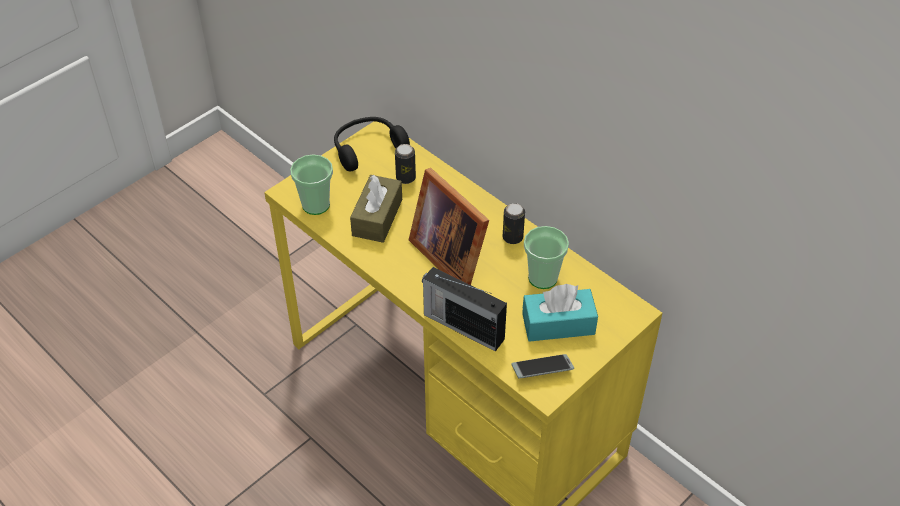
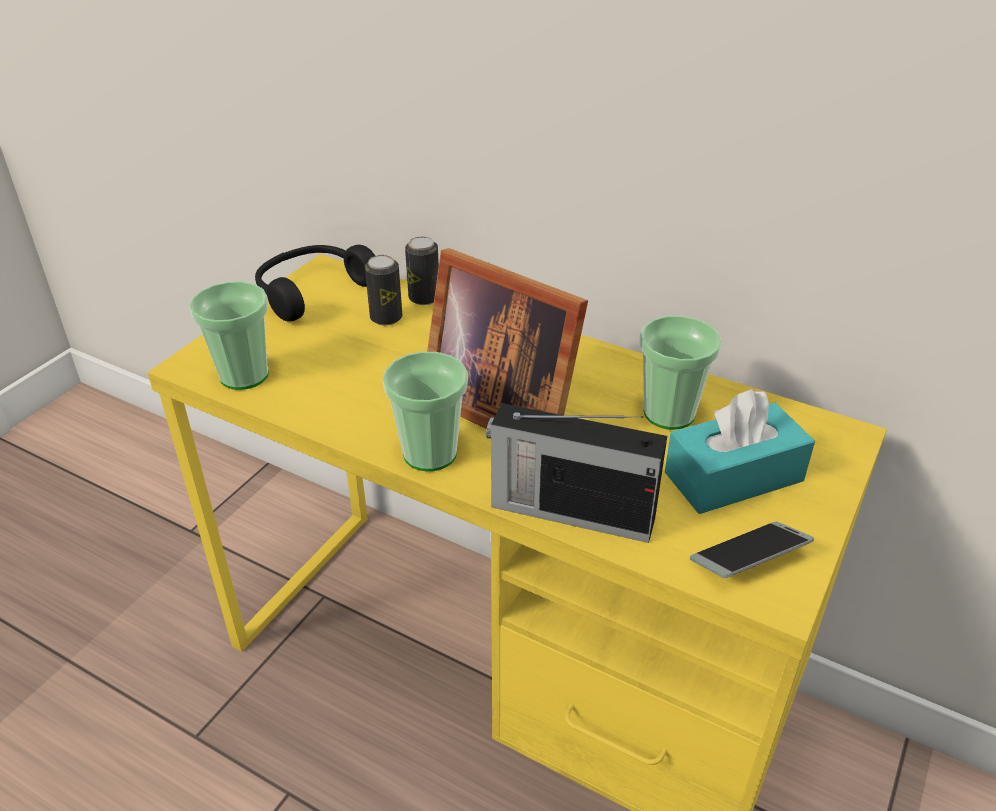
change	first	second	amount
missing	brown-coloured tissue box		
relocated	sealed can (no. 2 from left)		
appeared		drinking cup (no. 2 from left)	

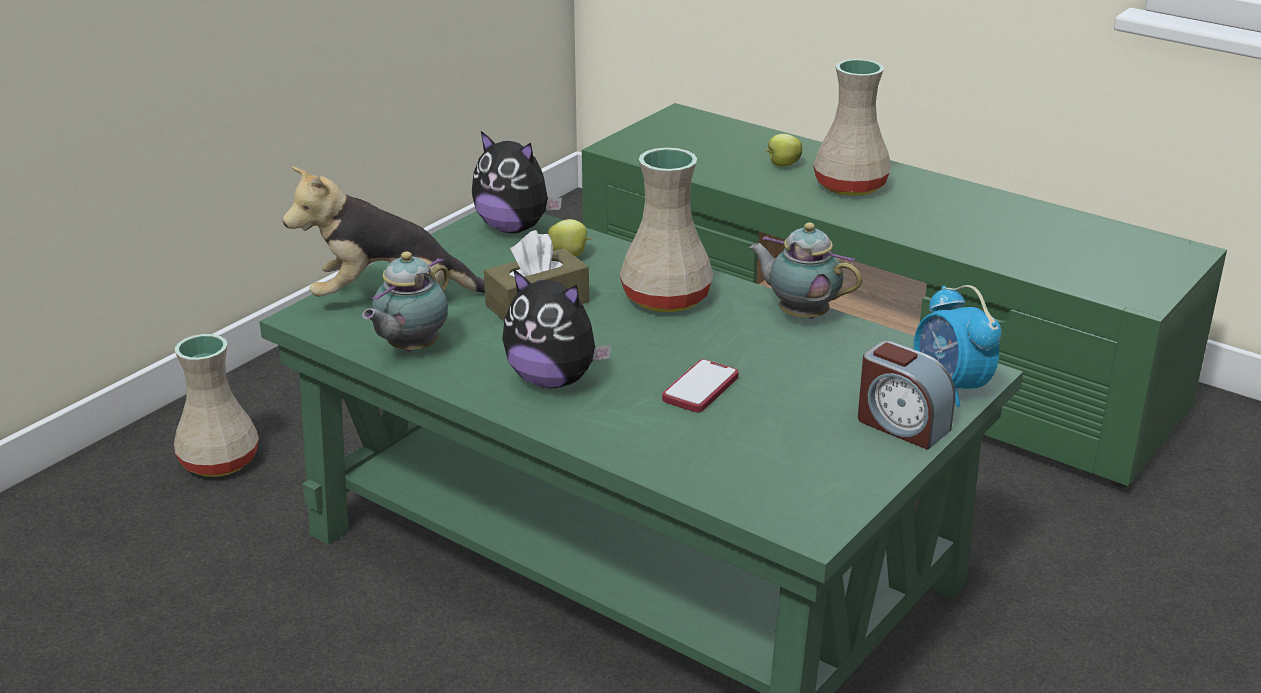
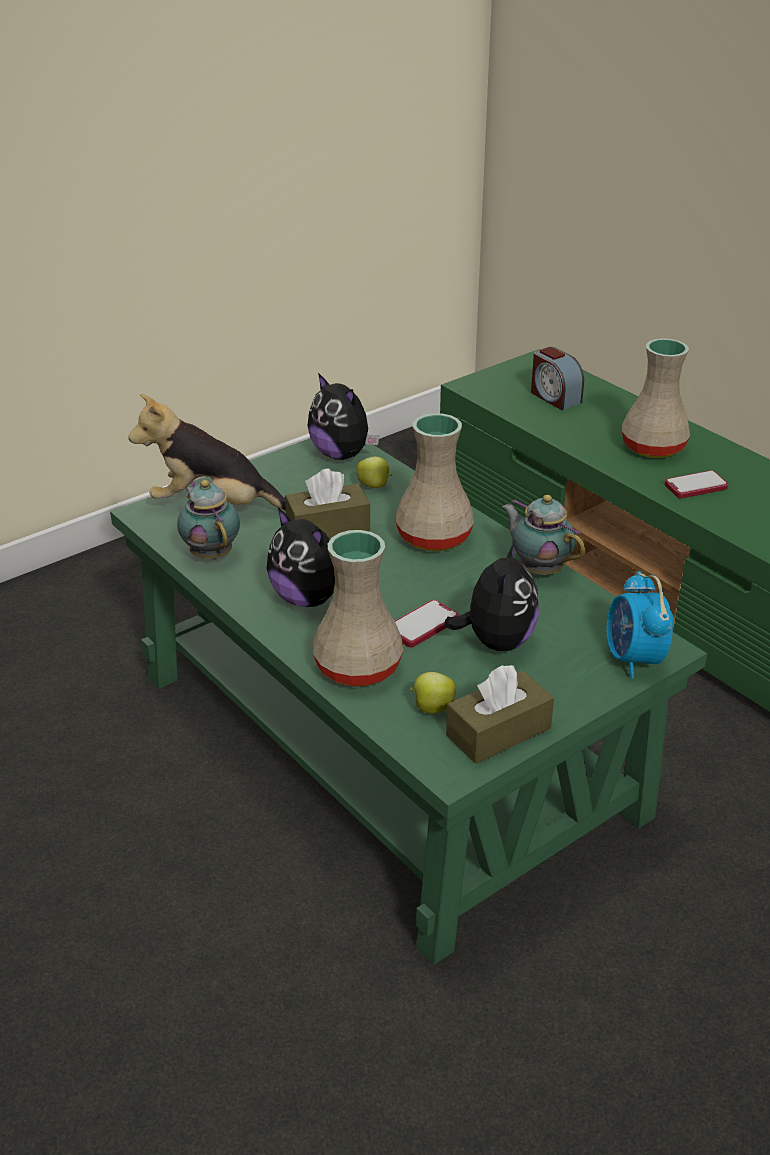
change	first	second	amount
relocated	beige flower vase (no. 1 from left)		
spun	teapot (no. 1 from left)		105 degrees clockwise
relocated	apple (no. 2 from left)		
relocated	table clock (no. 1 from left)		
appeared		soft toy (no. 4 from left)	
appeared		brown-coloured tissue box (no. 2 from left)	
appeared		handset (no. 2 from left)	

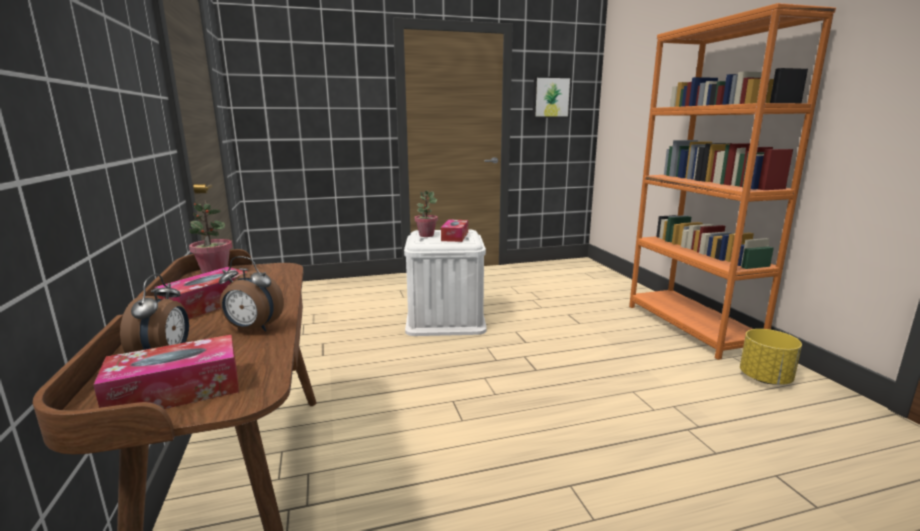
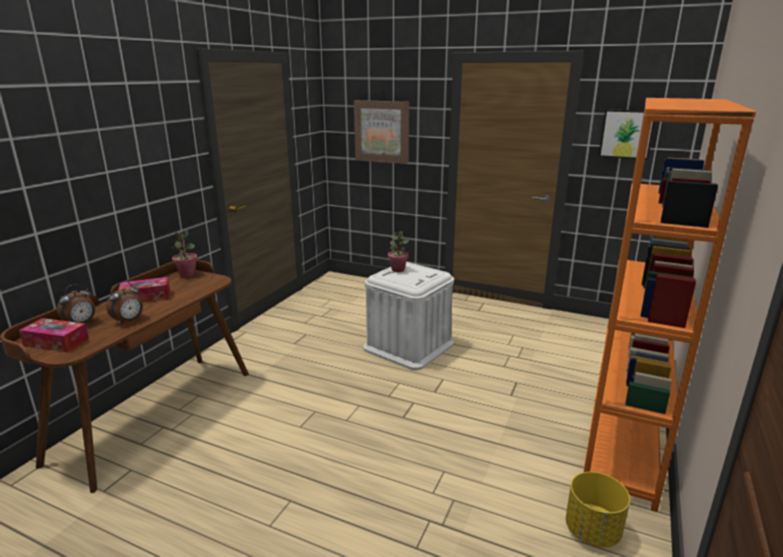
change	first	second	amount
spun	table clock (no. 2 from left)		105 degrees counterclockwise
missing	tissue box (no. 3 from left)		
appeared		picture (no. 1 from left)	

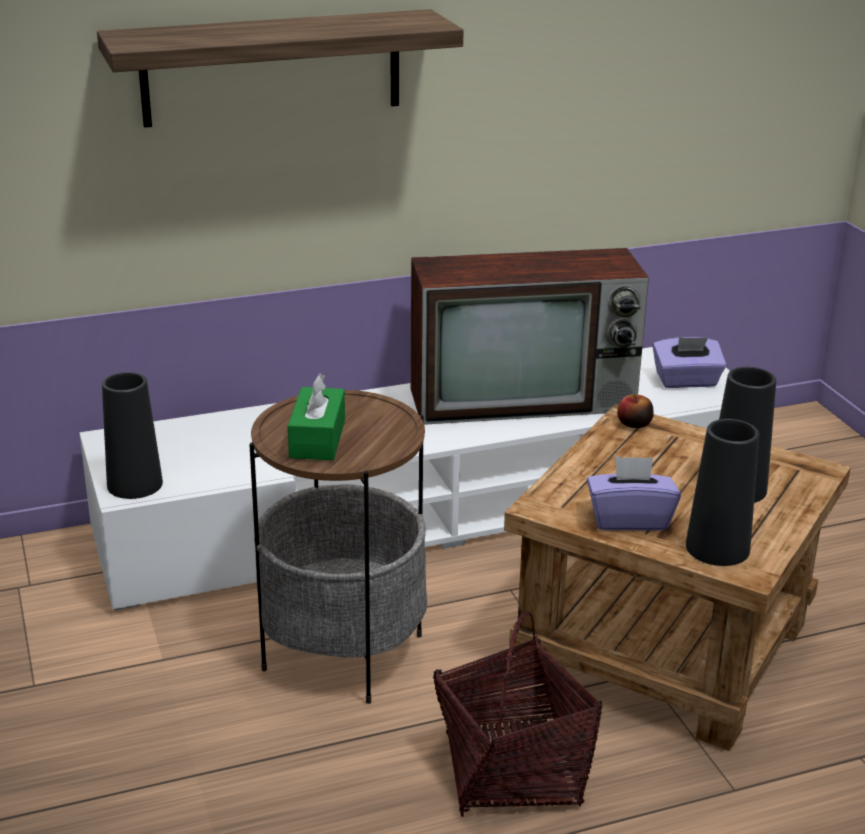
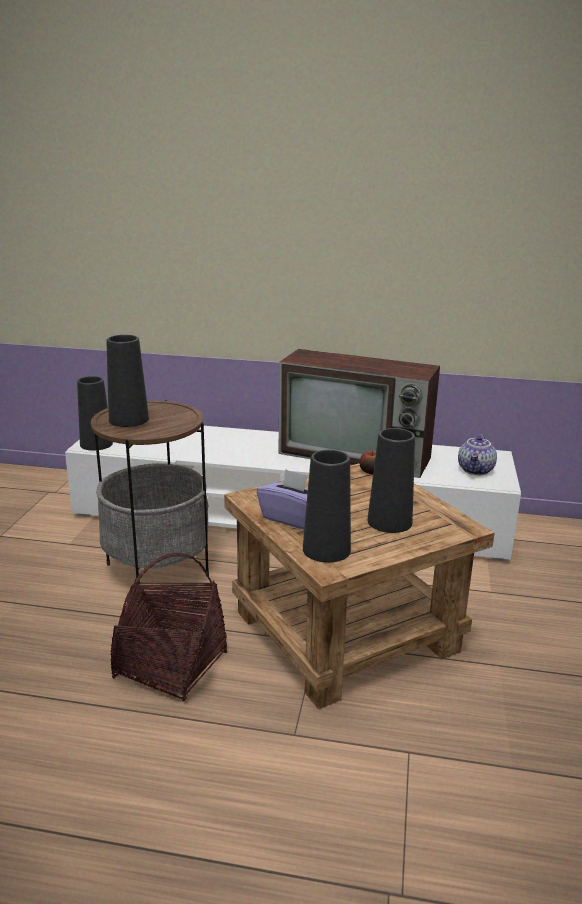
change	first	second	amount
missing	wall shelf		
exchanged	greenish tissue box	blackish flower vase (no. 2 from left)	
exchanged	purple-coloured tissue box (no. 2 from left)	teapot	

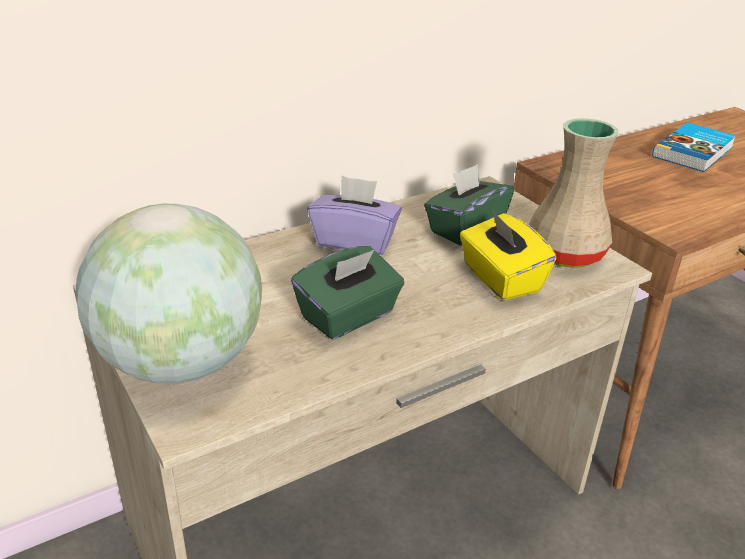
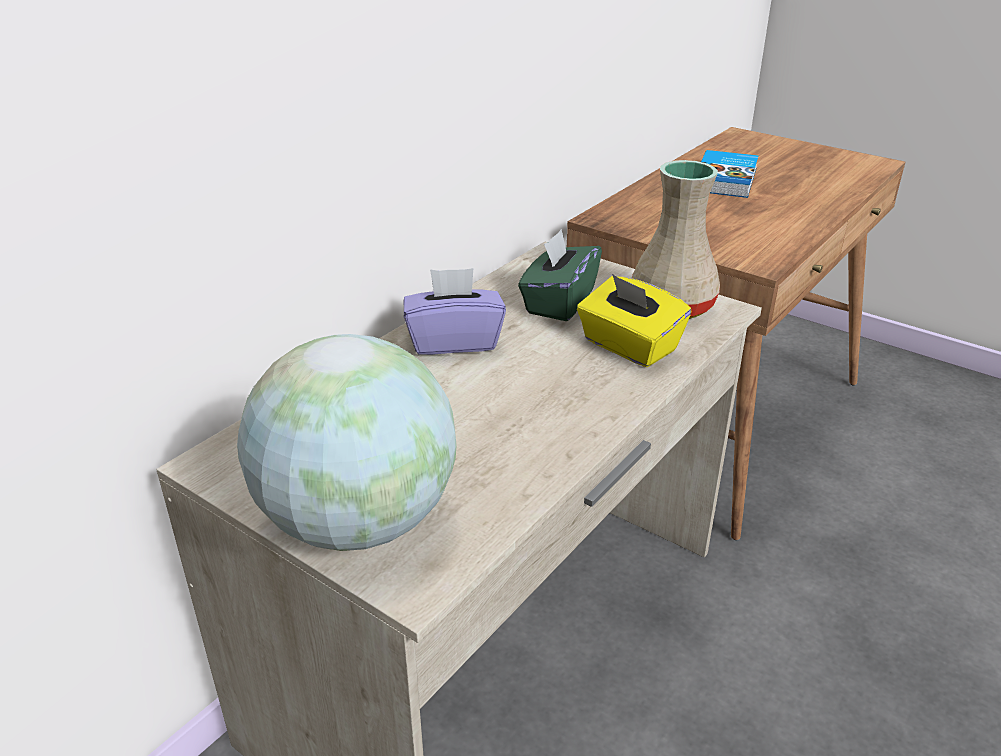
change	first	second	amount
missing	greenish tissue box (no. 1 from left)		

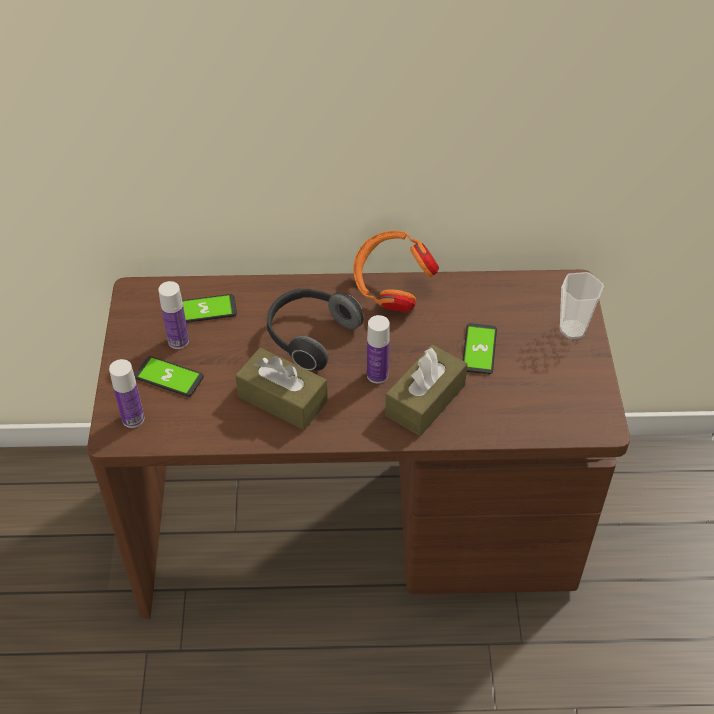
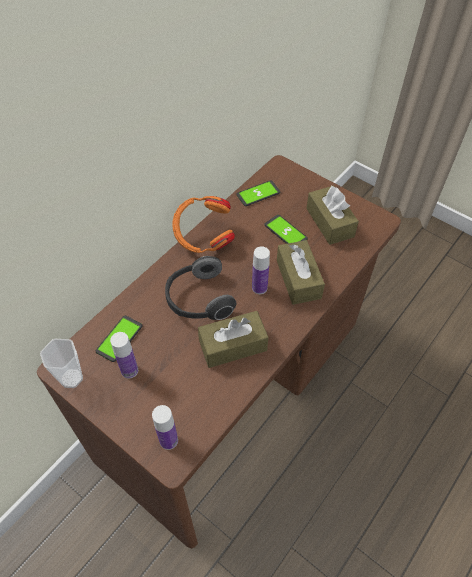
change	first	second	amount
relocated	handset (no. 1 from left in the first image)	handset (no. 2 from left)	
relocated	drinking cup		
appeared		brown-coloured tissue box (no. 3 from left)	

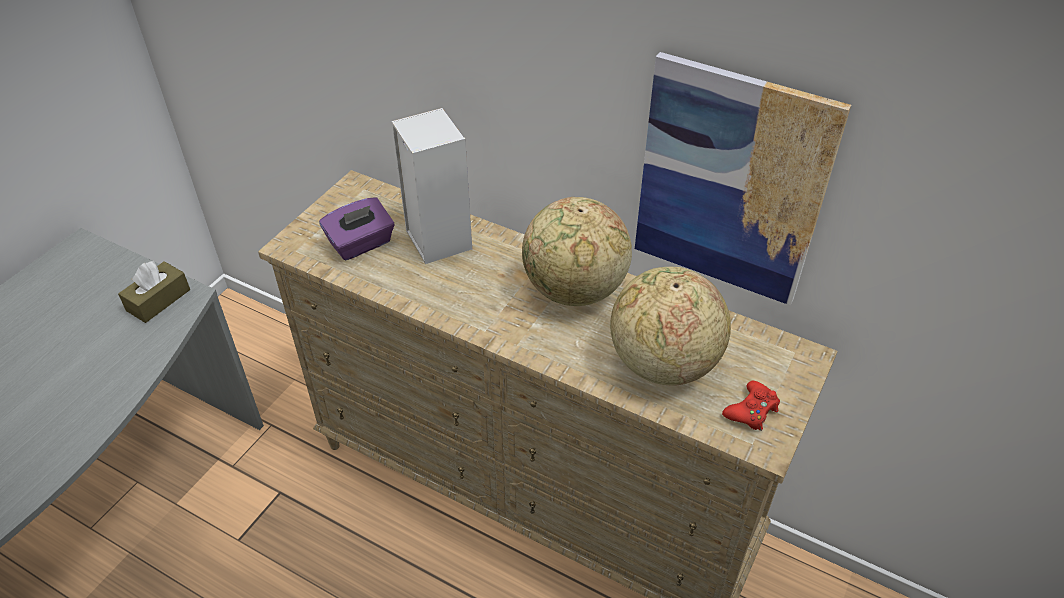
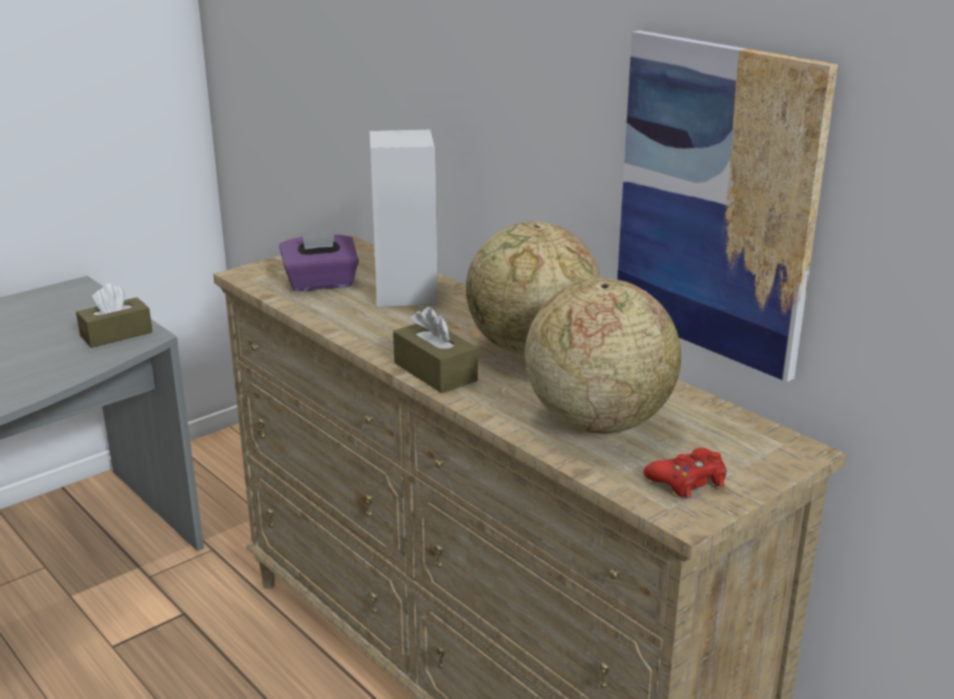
change	first	second	amount
appeared		brown-coloured tissue box (no. 2 from left)	

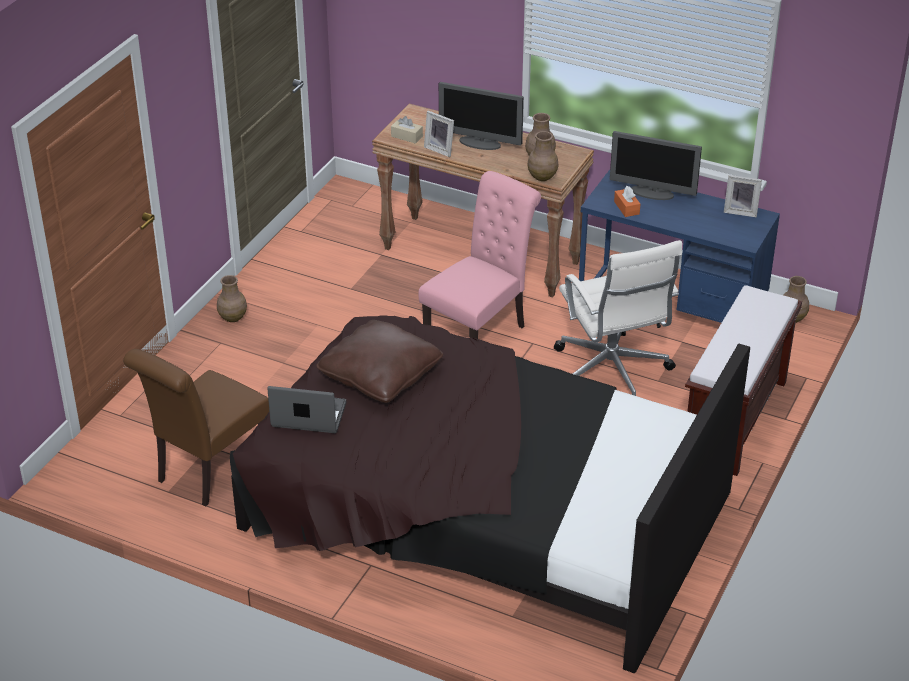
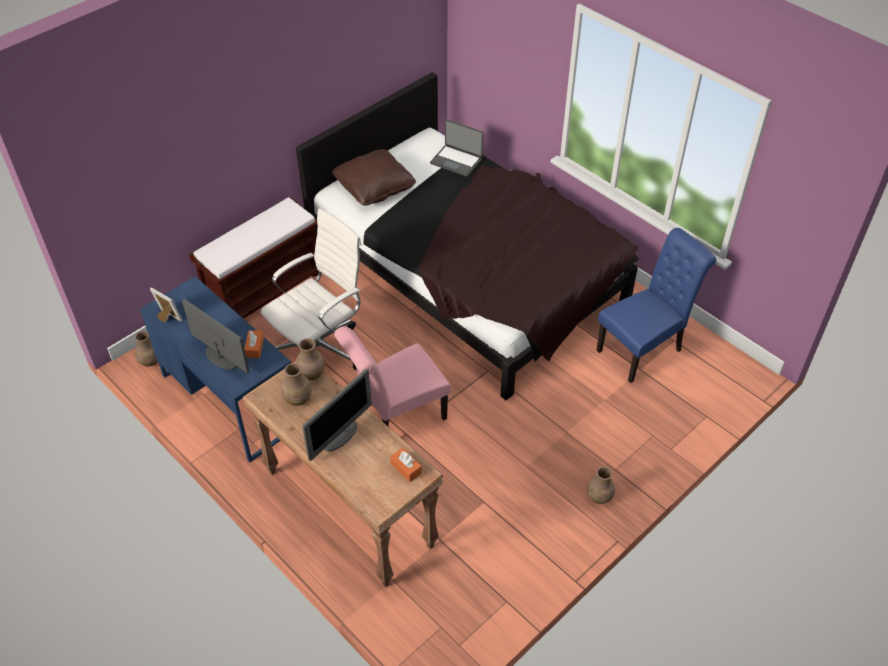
change	first	second	amount
colour	brown-coloured upright chair	bluish upright chair	
relocated	portable computer		
relocated	brown-coloured pillow		
colour	beige tissue box	orange tissue box (no. 2 from left)	
missing	photo frame (no. 1 from left)		
spun	computer screen (no. 1 from left in the first image)	computer screen (no. 2 from left)	90 degrees clockwise
spun	whitish office chair		45 degrees clockwise

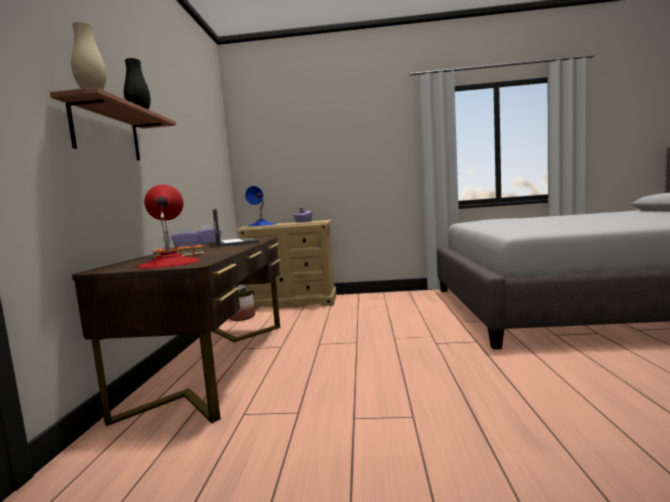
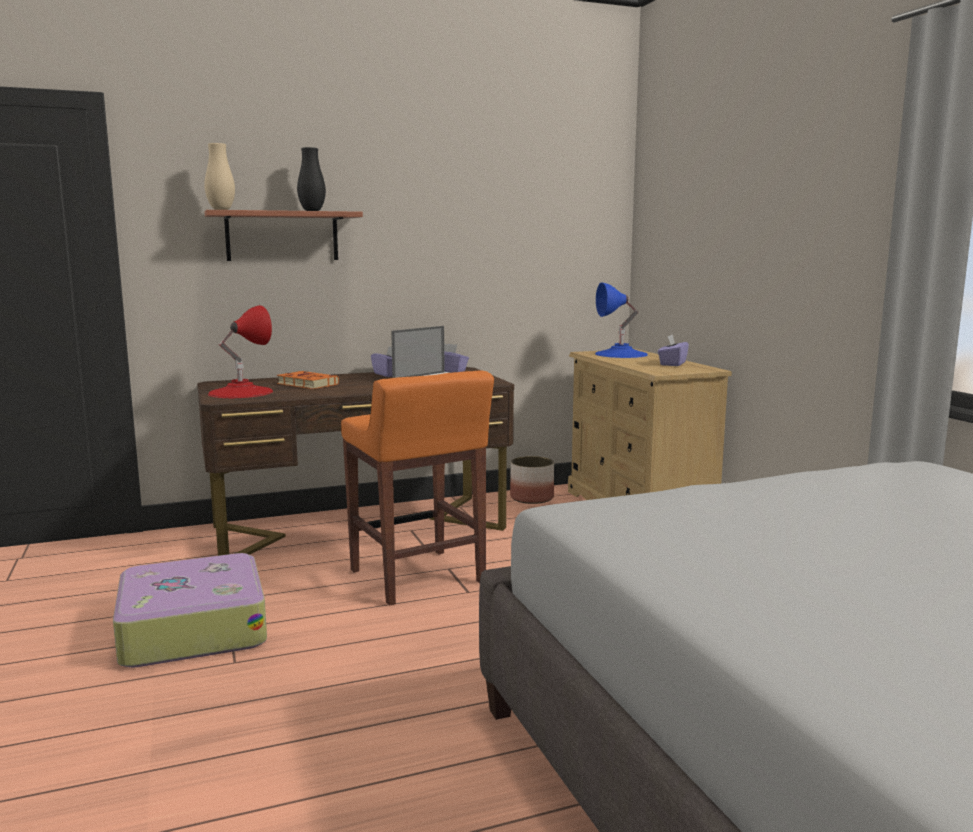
change	first	second	amount
appeared		travel case	
appeared		orange stool seat	

